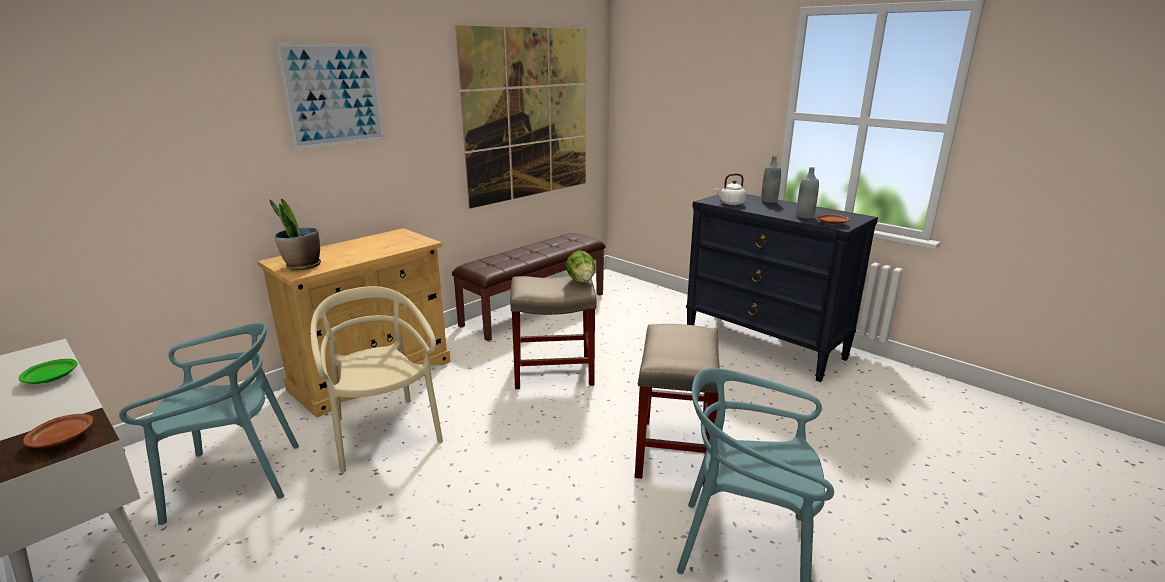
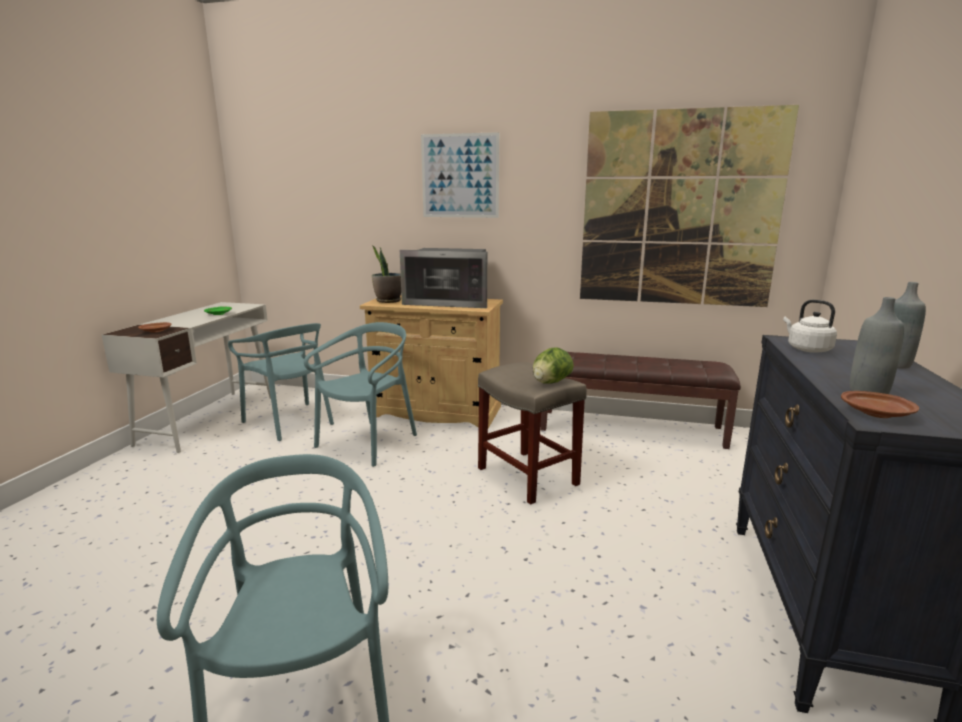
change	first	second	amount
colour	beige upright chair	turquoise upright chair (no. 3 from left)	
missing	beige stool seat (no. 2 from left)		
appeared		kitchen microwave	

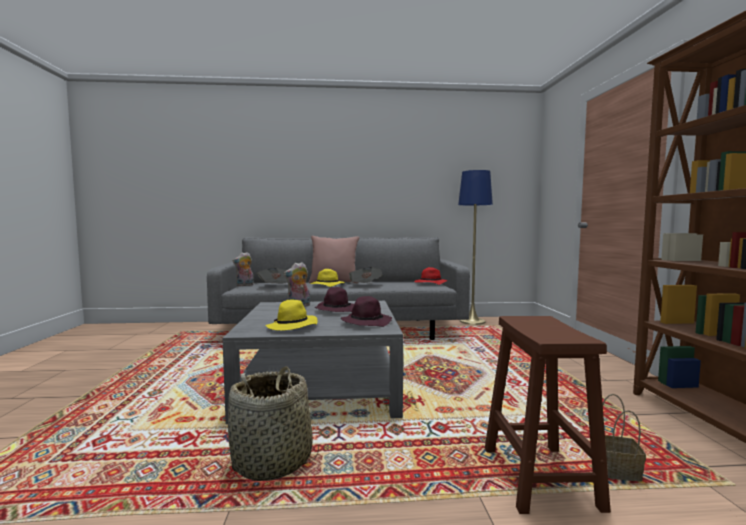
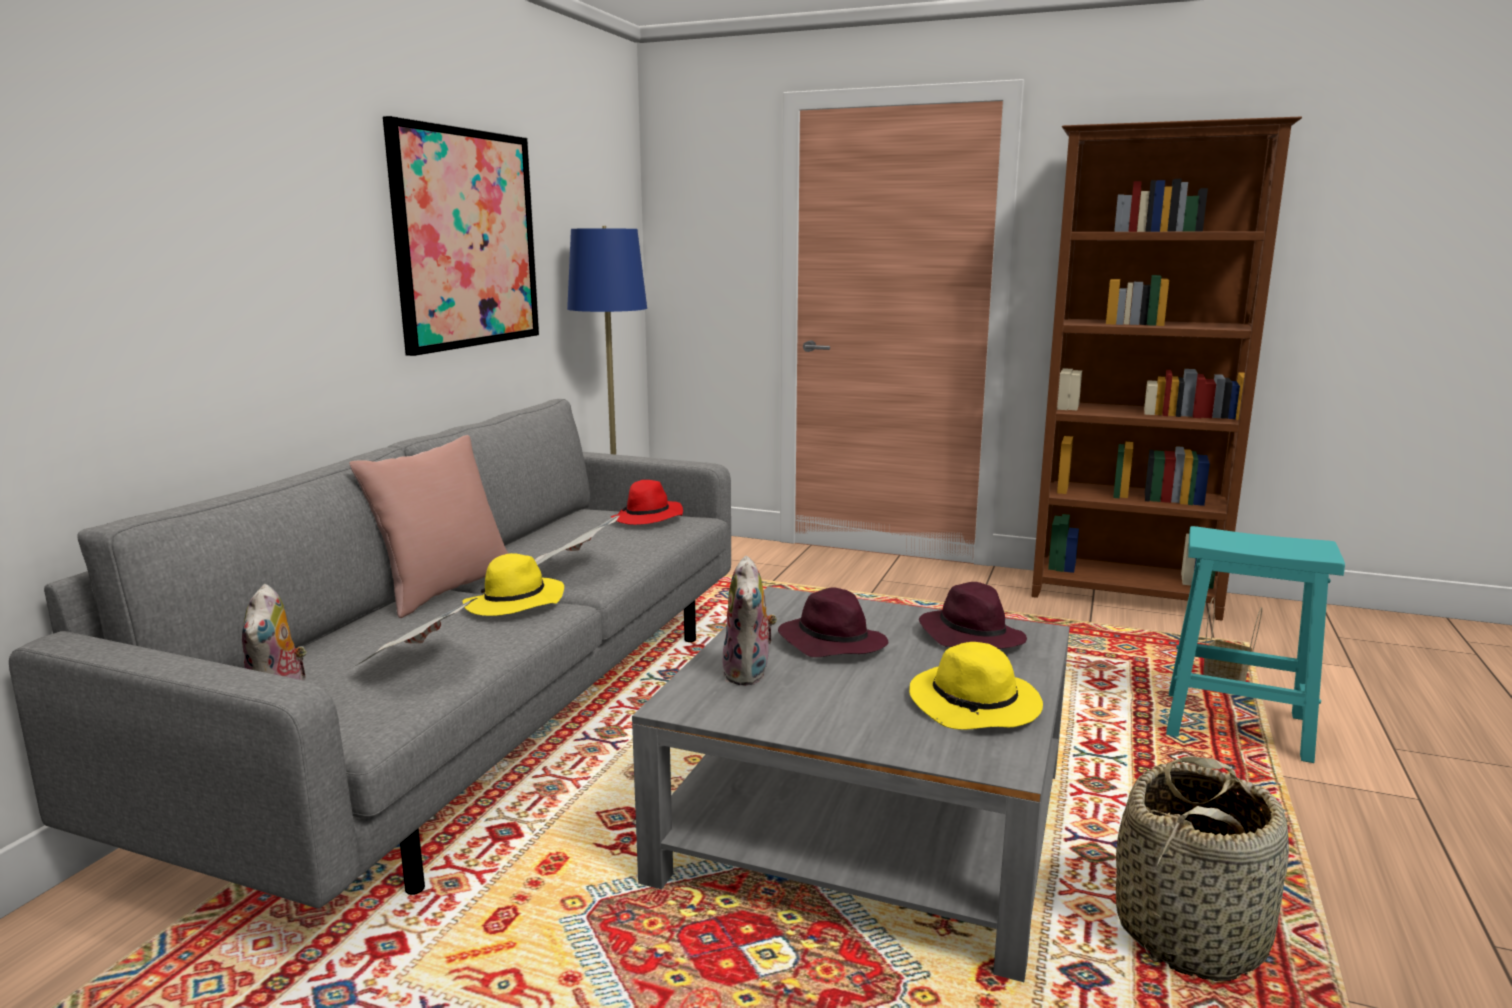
change	first	second	amount
colour	brown-coloured stool seat	turquoise stool seat	
appeared		picture	

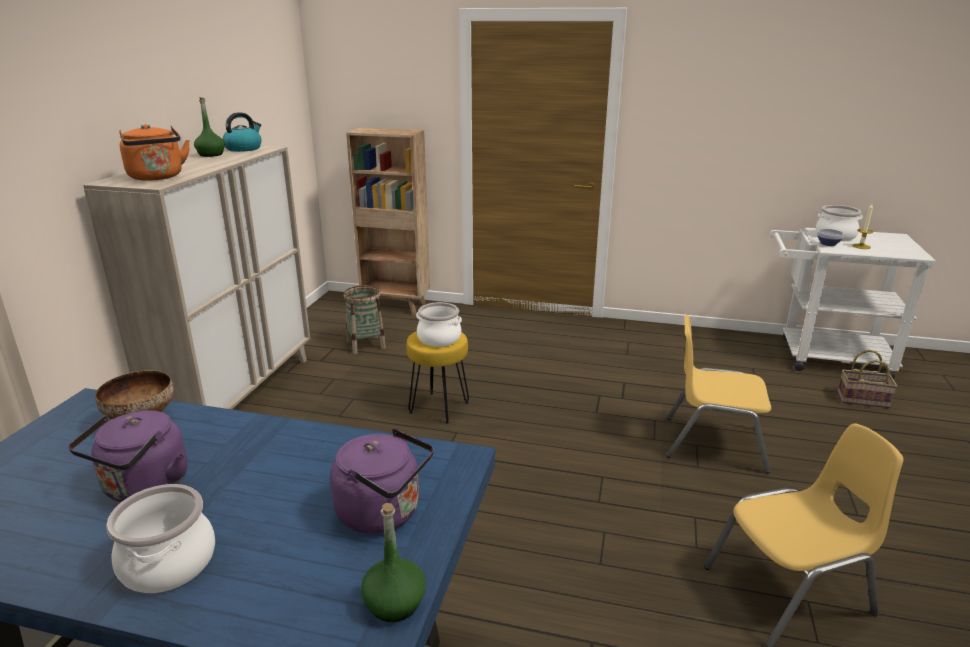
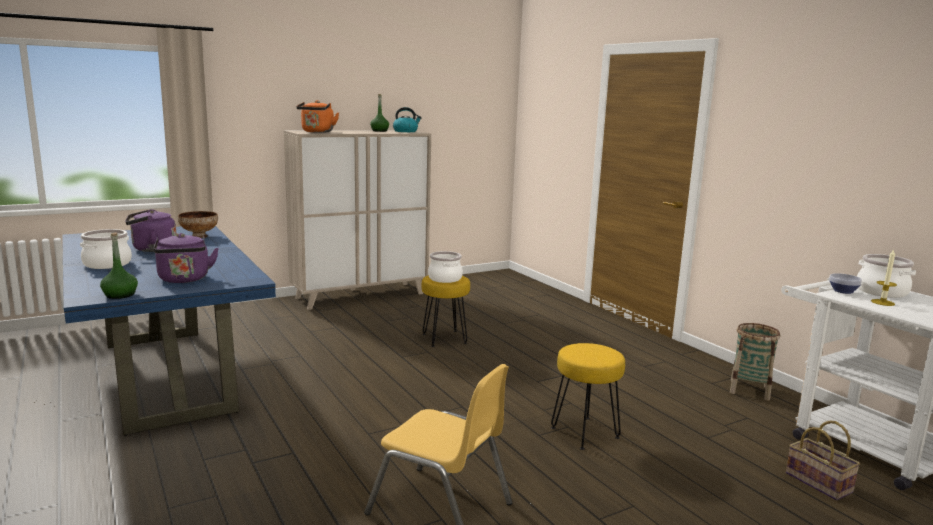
change	first	second	amount
relocated	basket (no. 1 from left)		
missing	brown-coloured shelving unit		
exchanged	yellowish upright chair (no. 1 from left)	yellowish stool seat (no. 2 from left)	

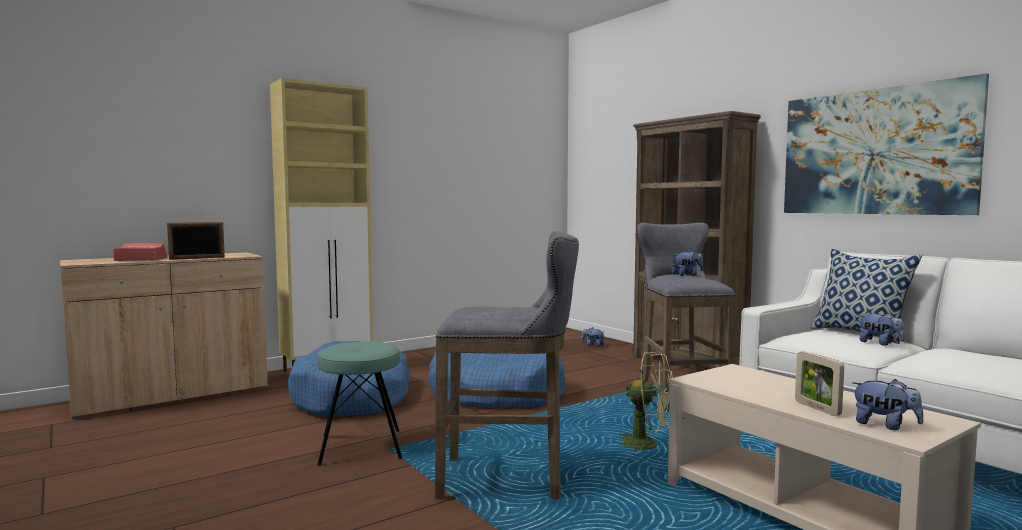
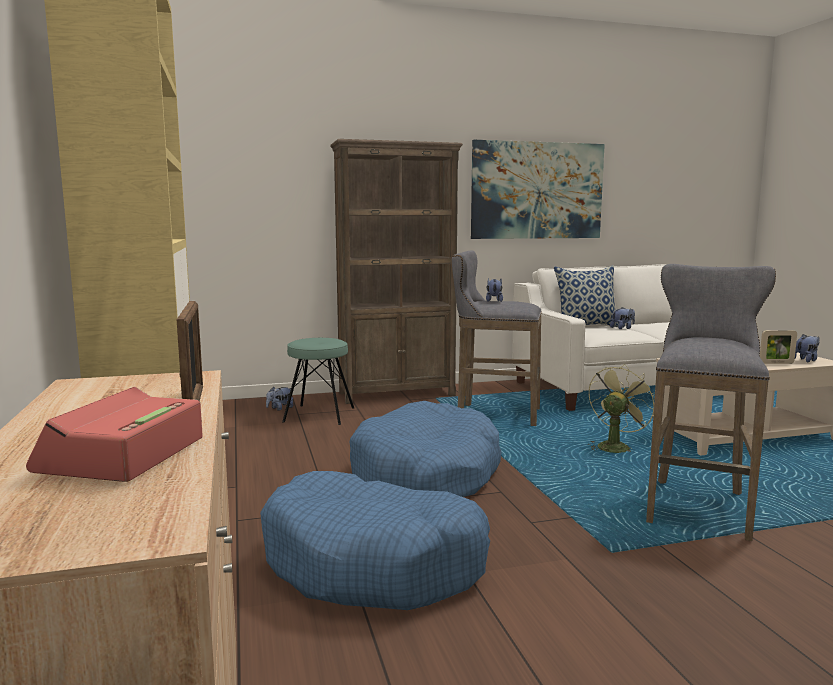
change	first	second	amount
relocated	turquoise stool seat		

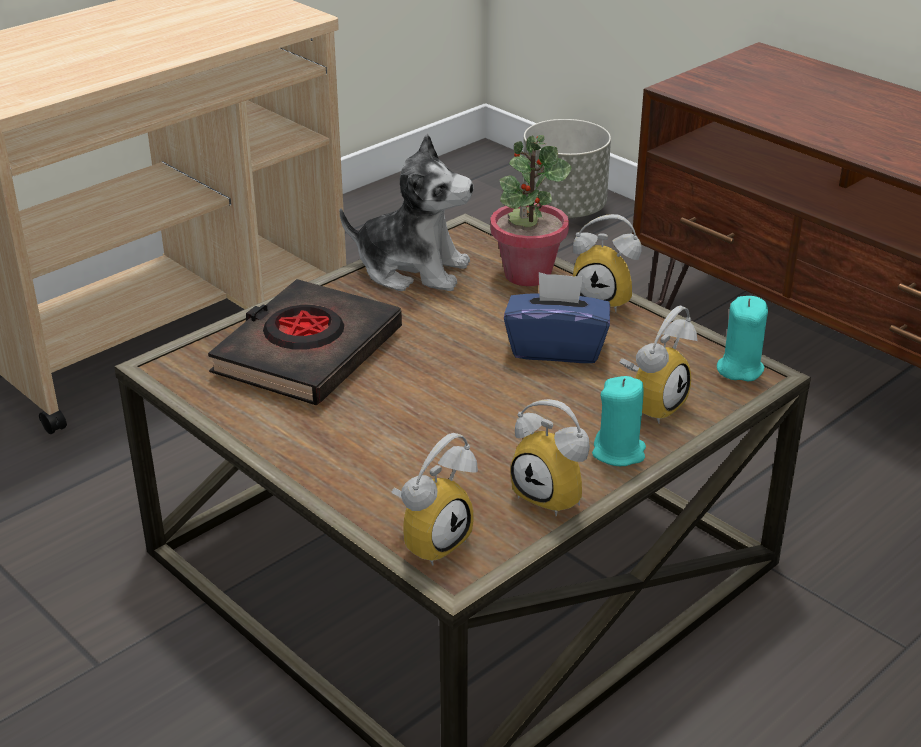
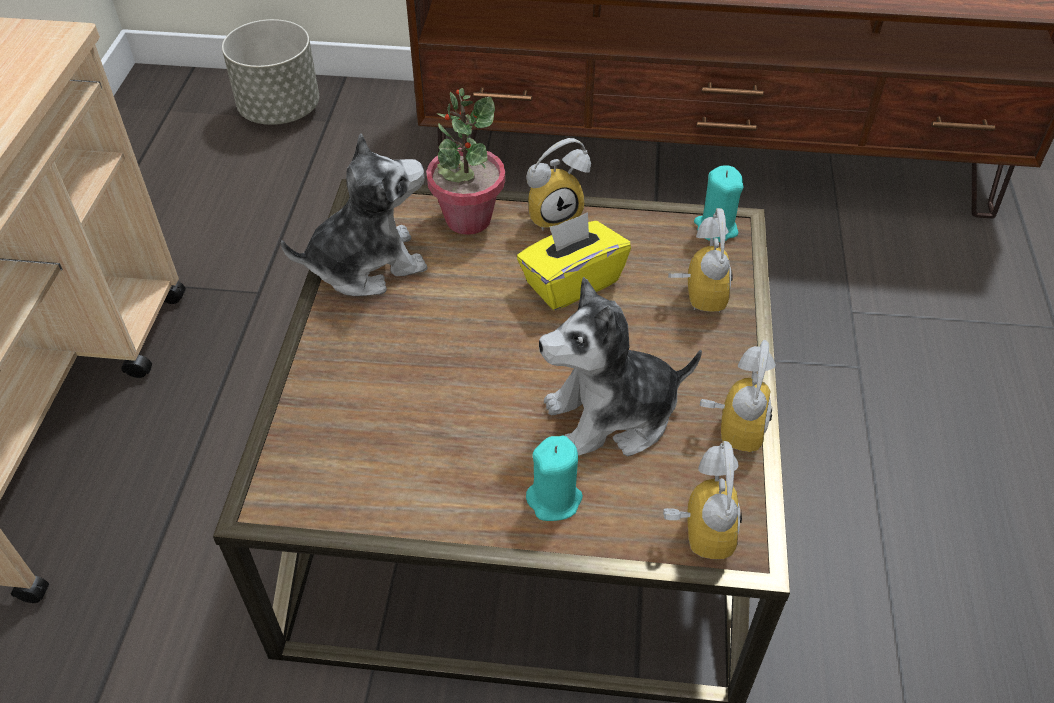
change	first	second	amount
missing	blackish bound book		
colour	bluish tissue box	yellowish tissue box	
spun	table clock (no. 2 from left in the first image)	table clock (no. 4 from left)	75 degrees counterclockwise
relocated	turquoise candle (no. 1 from left)		
appeared		soft toy (no. 2 from left)	

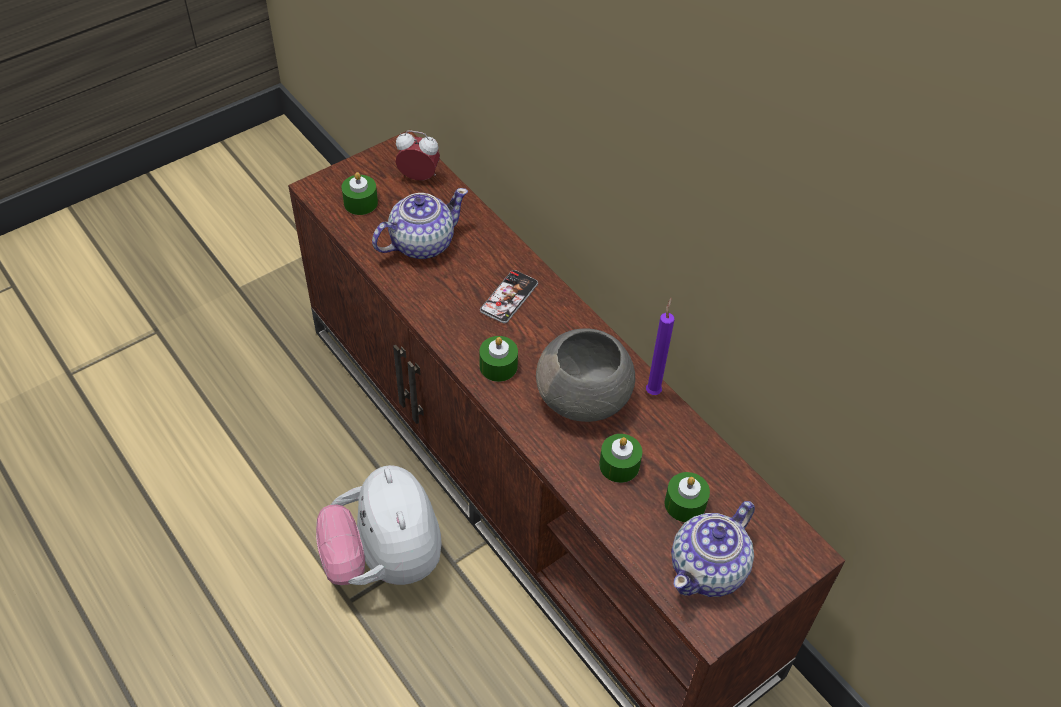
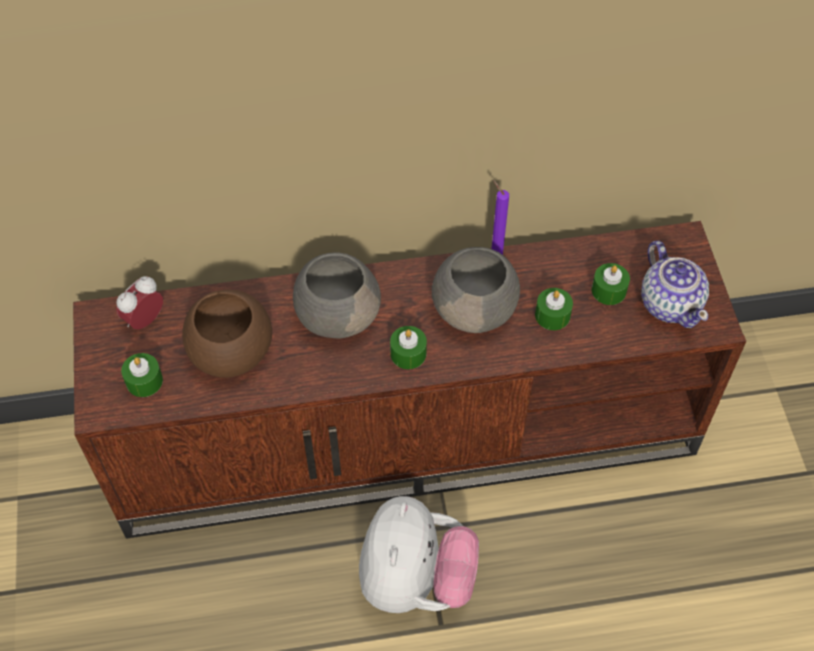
change	first	second	amount
spun	soft toy		90 degrees counterclockwise
exchanged	teapot (no. 1 from left)	brown-coloured deep dish	
exchanged	handset	gray deep dish (no. 1 from left)	

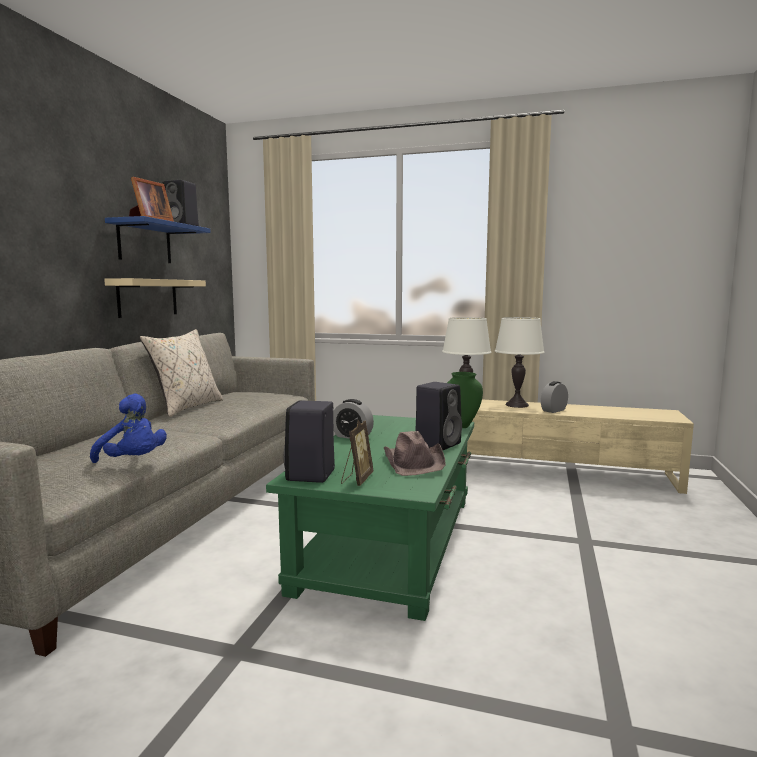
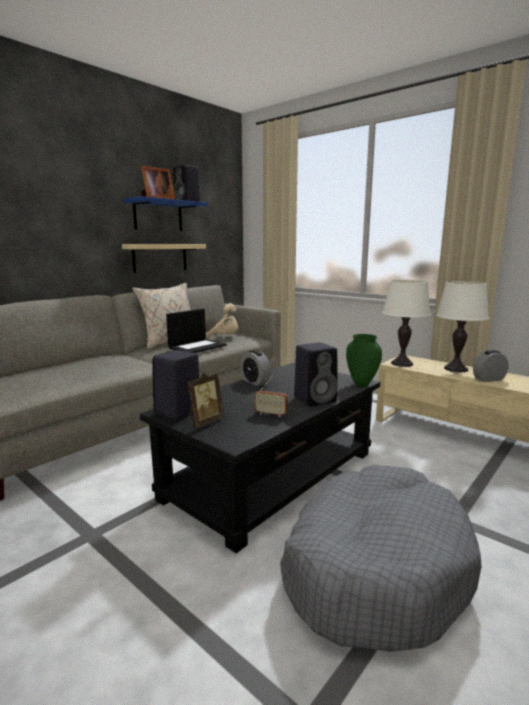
change	first	second	amount
missing	bluish soft toy		
colour	greenish low table	blackish low table	
exchanged	brown-coloured clothing hat	radio	
appeared		portable computer	
appeared		beige soft toy	
appeared		gray dog cushion	

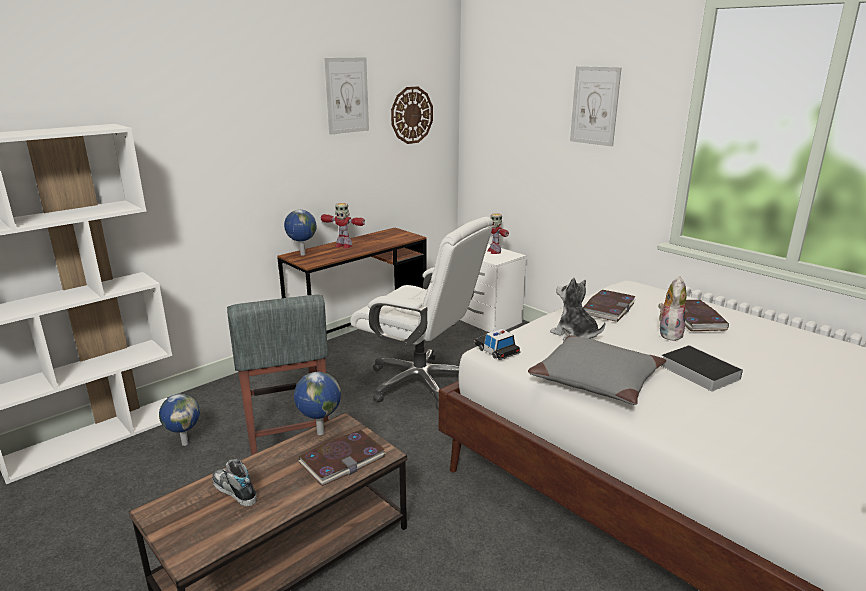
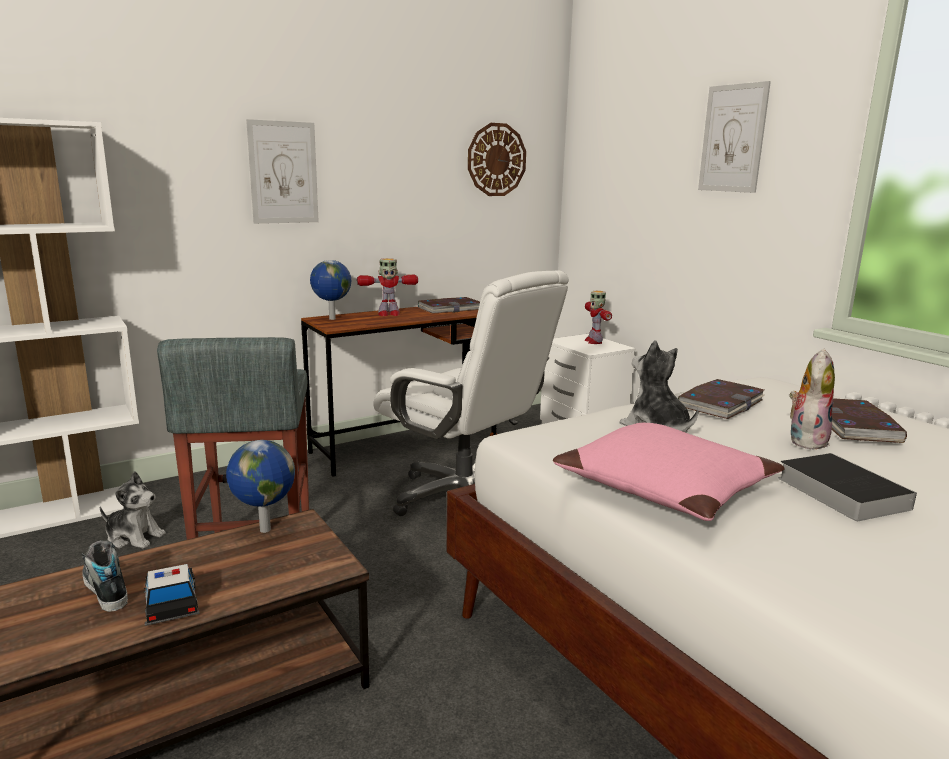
change	first	second	amount
exchanged	globe (no. 1 from left)	soft toy (no. 1 from left)	
relocated	bound book (no. 1 from left)		
spun	model robot (no. 1 from left)		45 degrees counterclockwise
relocated	picture (no. 1 from left)		
relocated	miniature car		
colour	gray pillow	pink pillow	

